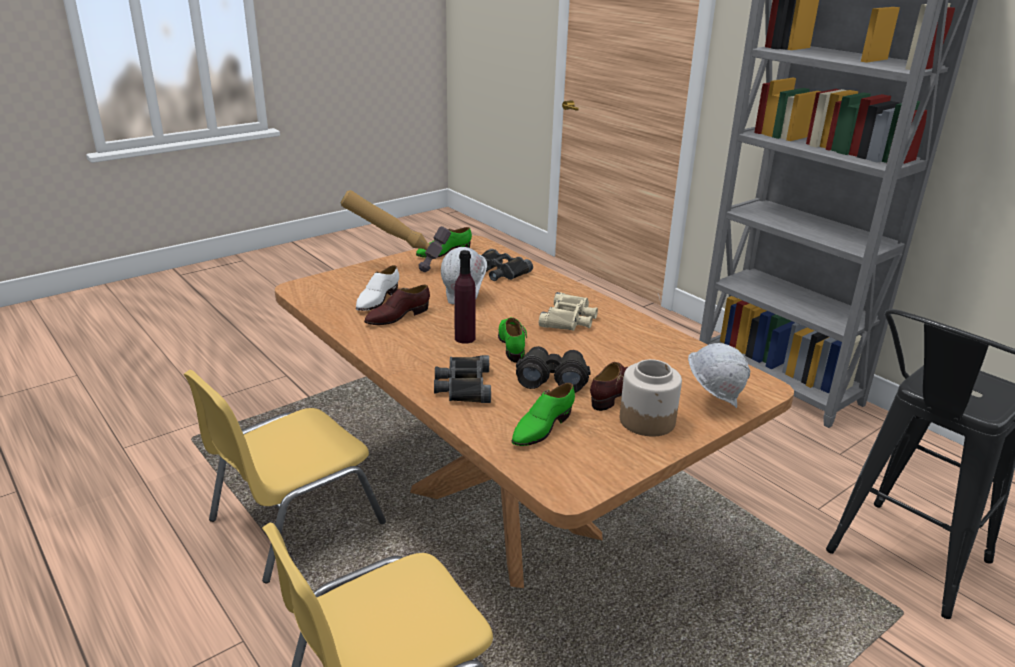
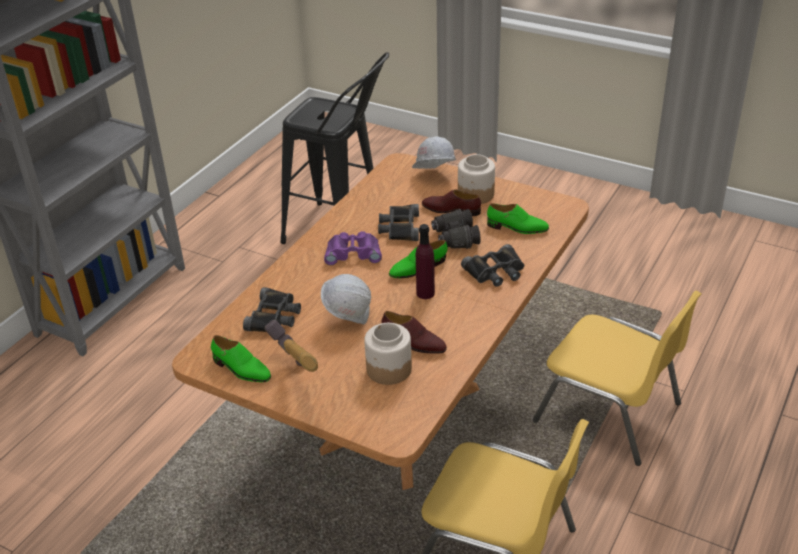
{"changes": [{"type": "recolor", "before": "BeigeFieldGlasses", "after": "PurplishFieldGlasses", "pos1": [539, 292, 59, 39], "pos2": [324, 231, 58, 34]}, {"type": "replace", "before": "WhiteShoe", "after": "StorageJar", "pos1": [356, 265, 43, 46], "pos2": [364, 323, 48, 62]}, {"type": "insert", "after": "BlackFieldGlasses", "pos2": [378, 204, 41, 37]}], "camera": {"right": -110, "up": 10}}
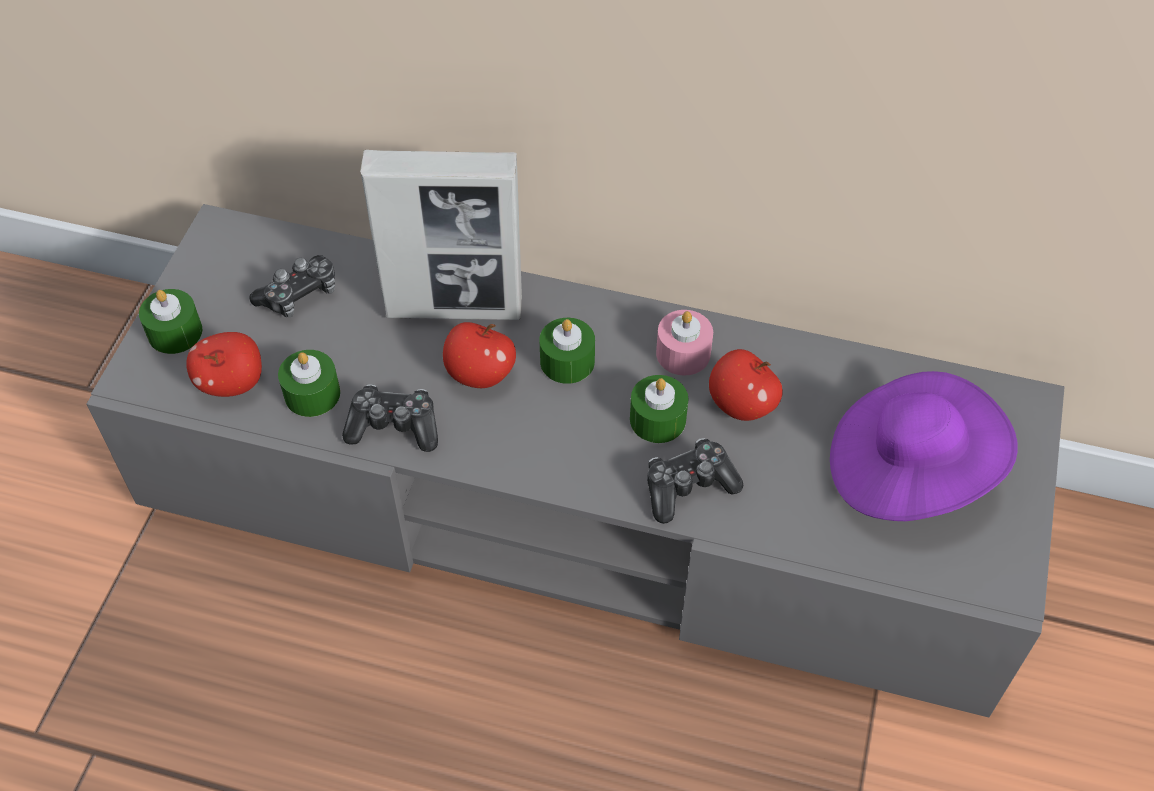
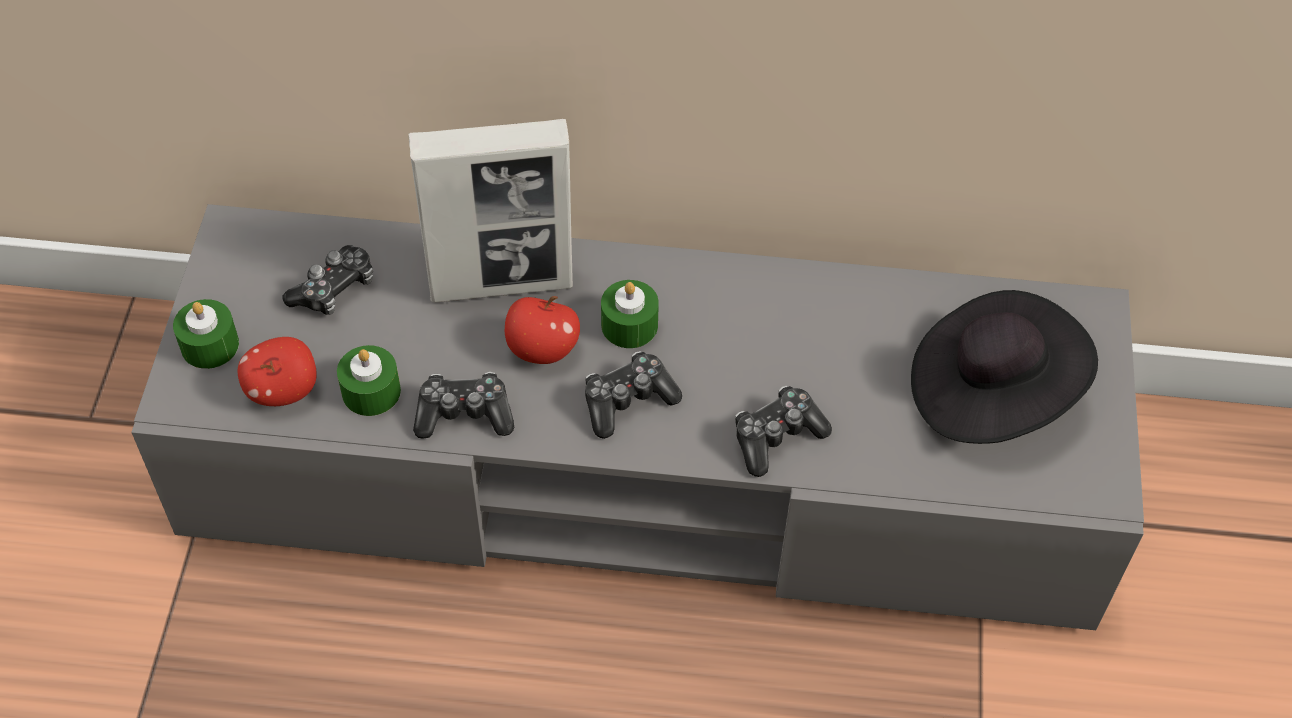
{"changes": [{"type": "insert", "after": "GameController", "pos2": [585, 351, 97, 88]}, {"type": "recolor", "before": "PurplishWearableHat", "after": "BlackWearableHat", "pos1": [830, 371, 188, 150], "pos2": [911, 290, 187, 154]}, {"type": "delete", "before": "GreenishWaxCandle", "pos1": [630, 375, 59, 68]}, {"type": "delete", "before": "PinkColouredWaxCandle", "pos1": [656, 310, 57, 65]}, {"type": "delete", "before": "Apple", "pos1": [709, 349, 74, 72]}], "camera": {"right": -10, "up": 0}}
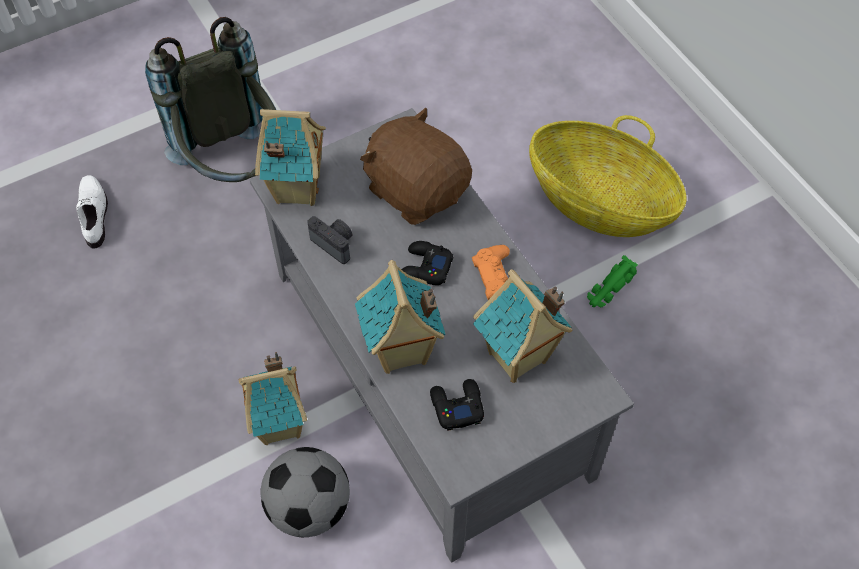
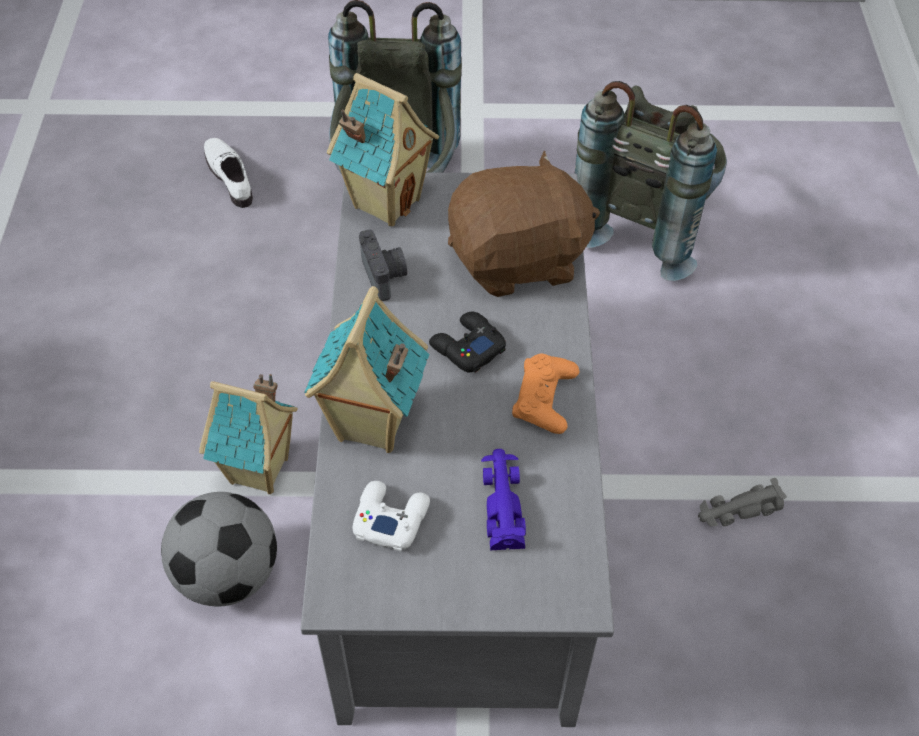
{"changes": [{"type": "rotate", "before": "WhiteShoe", "pos1": [76, 175, 32, 73], "pos2": [204, 138, 49, 70], "turn": -45}, {"type": "recolor", "before": "BlackGameController", "after": "WhiteGameController", "pos1": [430, 379, 54, 52], "pos2": [353, 481, 77, 71]}, {"type": "rotate", "before": "BrownCuddlyToy", "pos1": [360, 108, 112, 117], "pos2": [448, 150, 152, 147], "turn": 90}, {"type": "replace", "before": "ToyHouse", "after": "PurplishMiniatureCar", "pos1": [473, 269, 99, 114], "pos2": [481, 449, 45, 101]}, {"type": "insert", "after": "GreyKnapsack", "pos2": [575, 81, 152, 200]}, {"type": "recolor", "before": "GreenishMiniatureCar", "after": "GreyMiniatureCar", "pos1": [587, 255, 51, 52], "pos2": [698, 478, 89, 49]}, {"type": "delete", "before": "StorageBasket", "pos1": [529, 115, 158, 122]}], "camera": {"right": 30, "up": -5}}
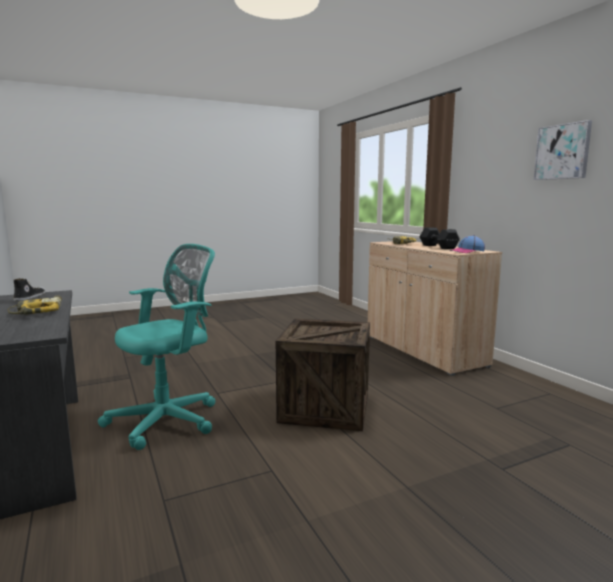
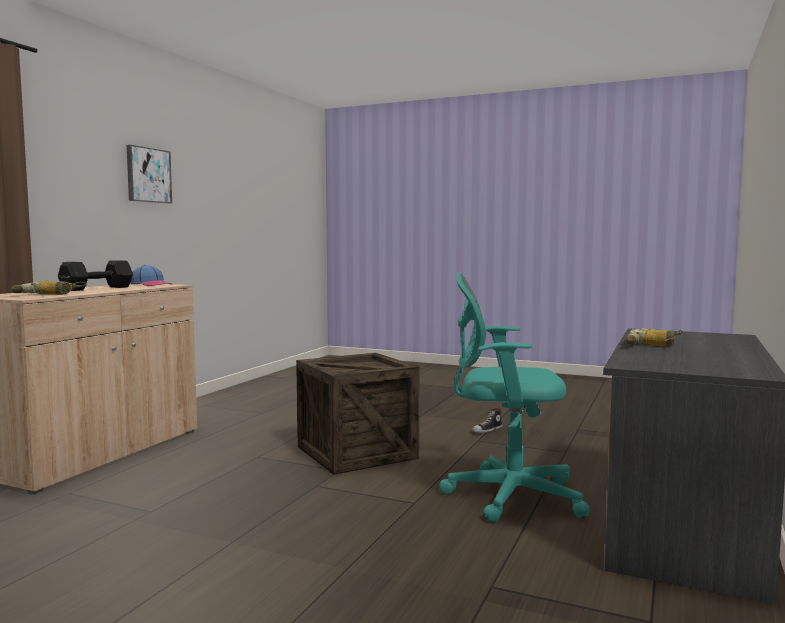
{"changes": [{"type": "move", "before": "Shoe", "pos1": [13, 278, 33, 24], "pos2": [472, 407, 30, 26]}], "camera": {"right": -130, "up": -5}}
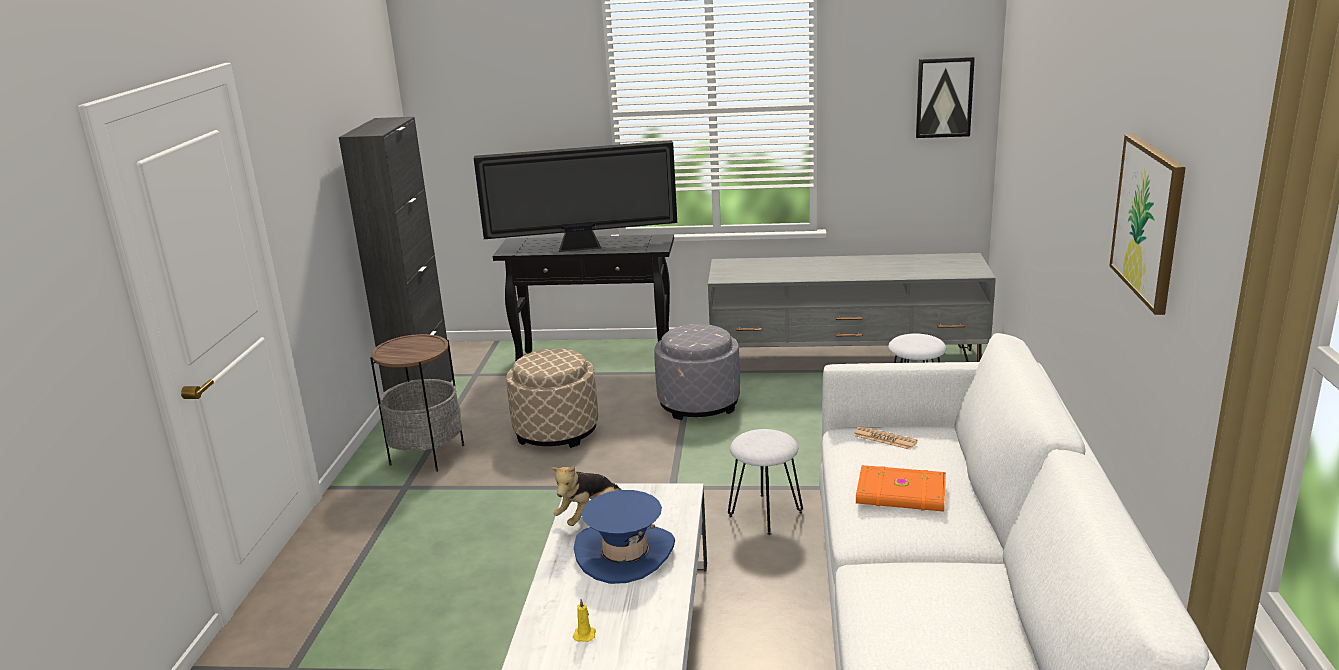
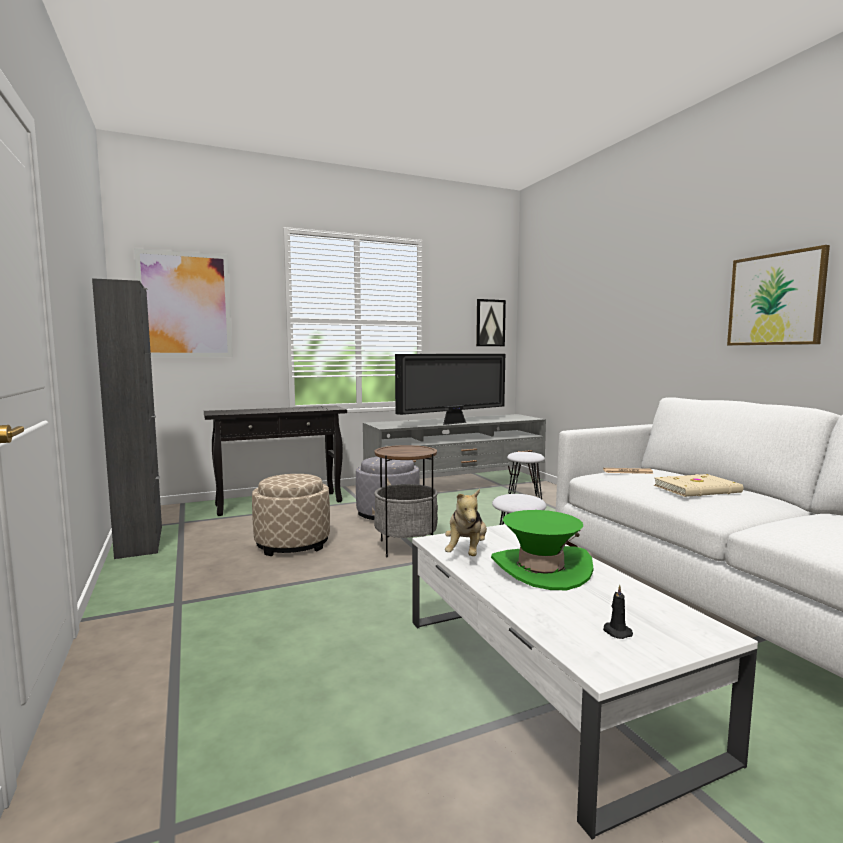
{"changes": [{"type": "insert", "after": "Picture", "pos2": [134, 248, 99, 109]}, {"type": "move", "before": "AccentTable", "pos1": [370, 334, 94, 138], "pos2": [374, 445, 64, 113]}, {"type": "move", "before": "Television", "pos1": [474, 140, 203, 112], "pos2": [395, 354, 110, 71]}, {"type": "recolor", "before": "BlueWearableHat", "after": "GreenishWearableHat", "pos1": [574, 490, 101, 94], "pos2": [491, 510, 103, 80]}, {"type": "recolor", "before": "YellowColouredWaxCandle", "after": "BlackWaxCandle", "pos1": [573, 599, 23, 43], "pos2": [603, 585, 30, 54]}, {"type": "recolor", "before": "OrangeyBook", "after": "BeigeBook", "pos1": [856, 465, 90, 47], "pos2": [654, 474, 89, 23]}], "camera": {"right": -30, "up": -15}}
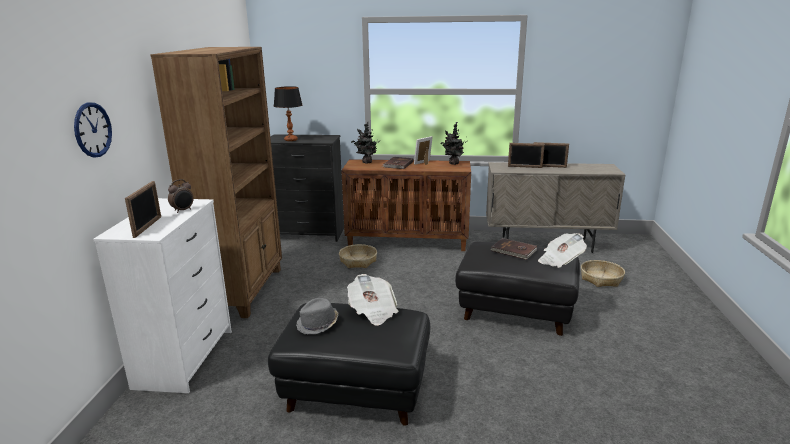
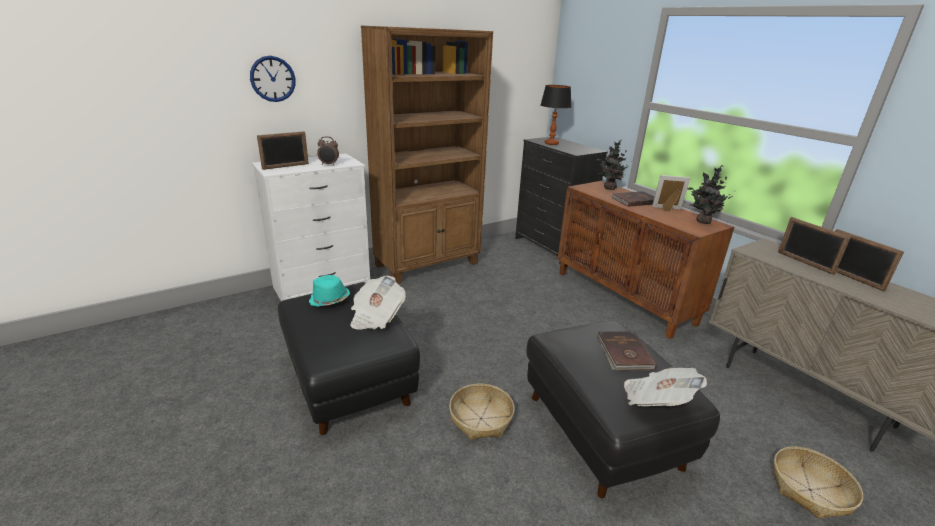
{"changes": [{"type": "recolor", "before": "GreyWearableHat", "after": "TurquoiseWearableHat", "pos1": [296, 298, 42, 36], "pos2": [309, 275, 41, 32]}, {"type": "move", "before": "StorageBasket", "pos1": [339, 244, 38, 24], "pos2": [449, 384, 66, 56]}], "camera": {"right": 50, "up": 5}}
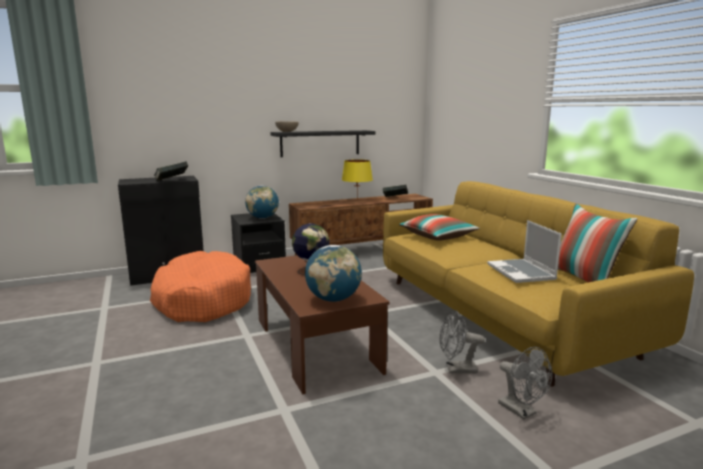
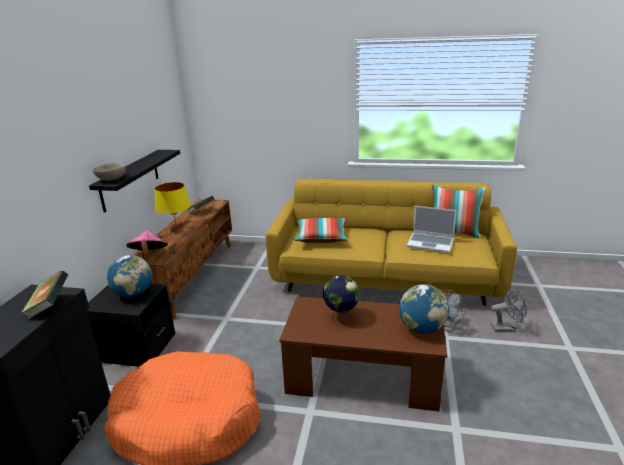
{"changes": [{"type": "insert", "after": "PinkColouredWearableHat", "pos2": [126, 230, 42, 28]}], "camera": {"right": -55, "up": 10}}
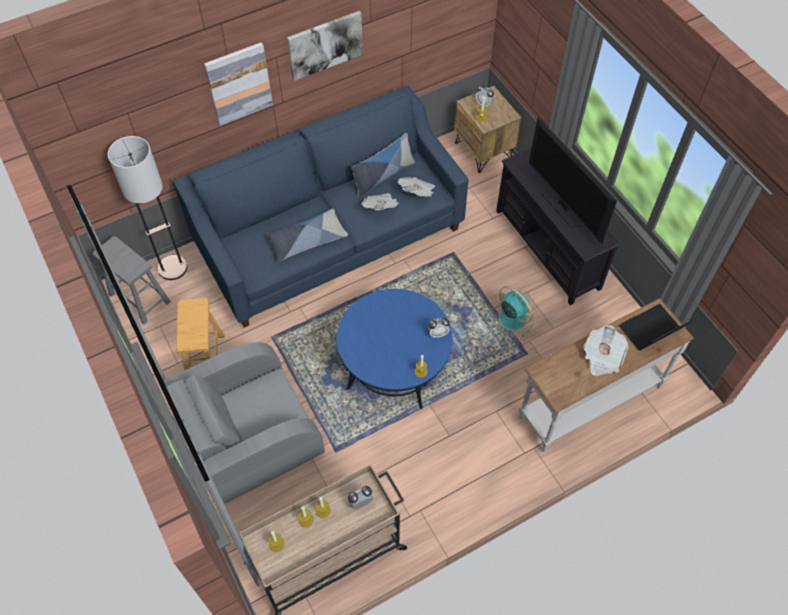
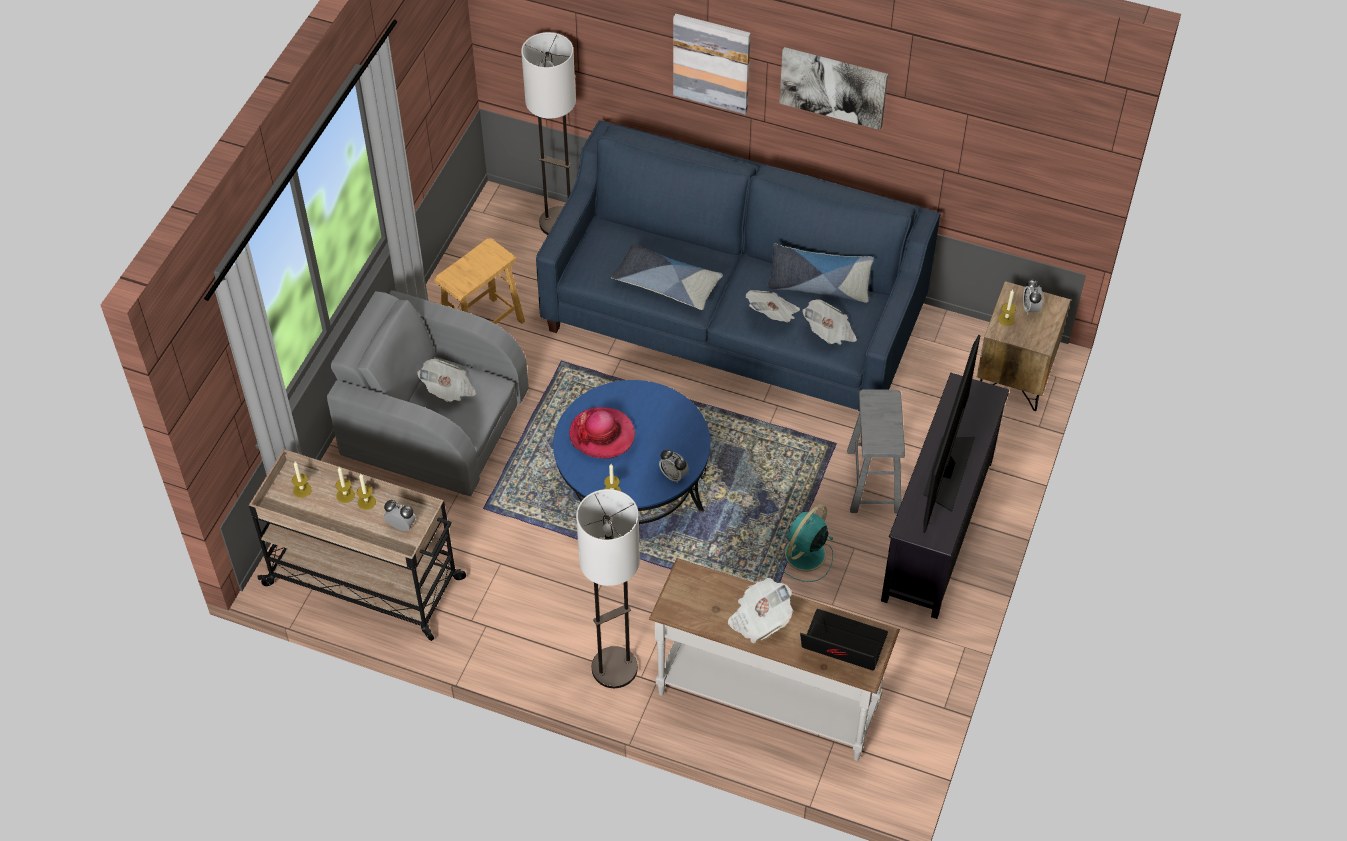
{"changes": [{"type": "insert", "after": "Newspaper", "pos2": [417, 359, 59, 43]}, {"type": "insert", "after": "WearableHat", "pos2": [569, 407, 66, 52]}, {"type": "insert", "after": "FloorLamp", "pos2": [576, 489, 64, 199]}, {"type": "rotate", "before": "TurquoiseFan", "pos1": [490, 286, 44, 51], "pos2": [776, 504, 58, 78], "turn": -150}, {"type": "move", "before": "GreyStool", "pos1": [92, 236, 79, 88], "pos2": [847, 389, 58, 124]}], "camera": {"right": 50, "up": -5}}
